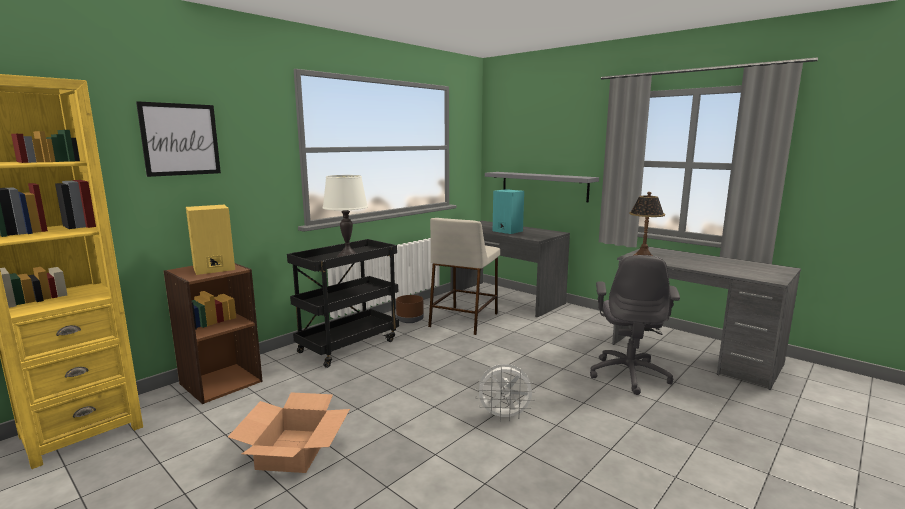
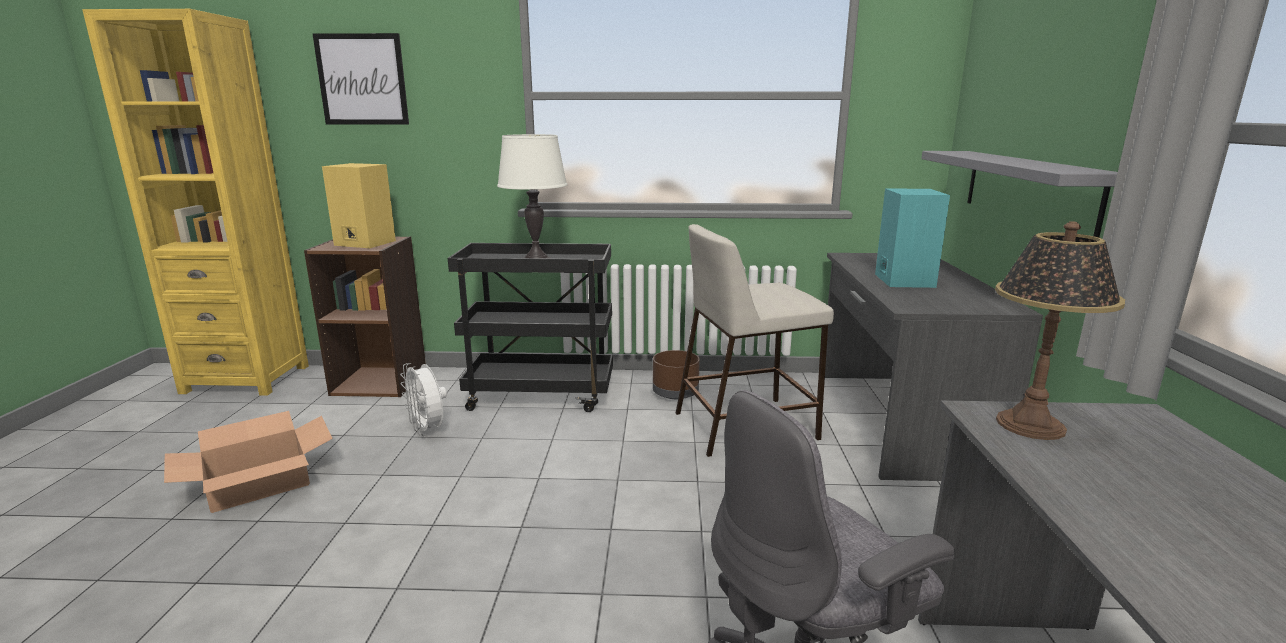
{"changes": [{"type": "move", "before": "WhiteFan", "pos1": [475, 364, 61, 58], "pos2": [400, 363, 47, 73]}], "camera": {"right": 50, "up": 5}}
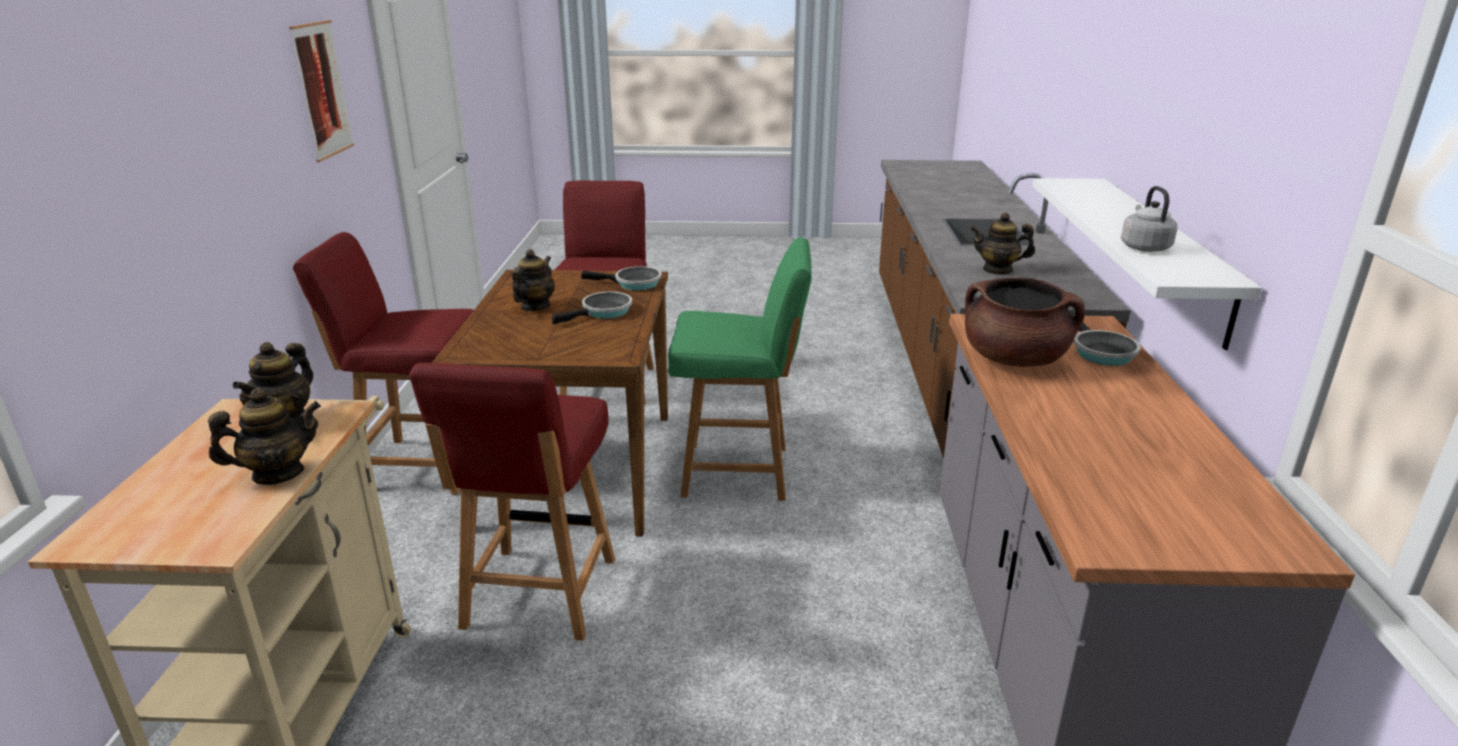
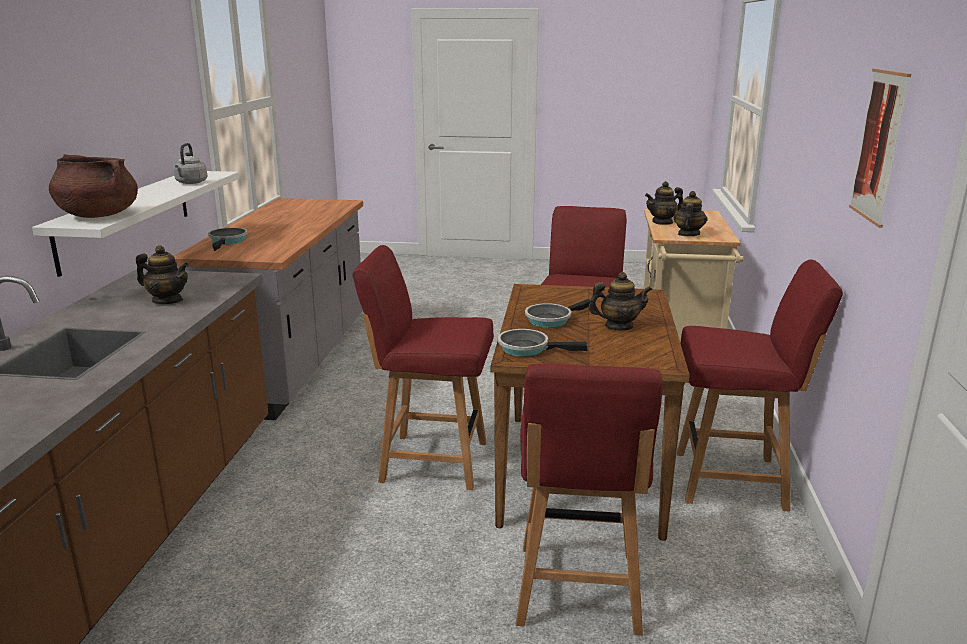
{"changes": [{"type": "move", "before": "BrownStockpot", "pos1": [965, 277, 120, 90], "pos2": [49, 154, 89, 64]}, {"type": "recolor", "before": "GreenishPlainChair", "after": "RedPlainChair", "pos1": [668, 237, 144, 264], "pos2": [353, 245, 141, 245]}, {"type": "rotate", "before": "Teapot", "pos1": [512, 249, 43, 62], "pos2": [588, 272, 64, 58], "turn": -120}], "camera": {"right": -175, "up": -5}}
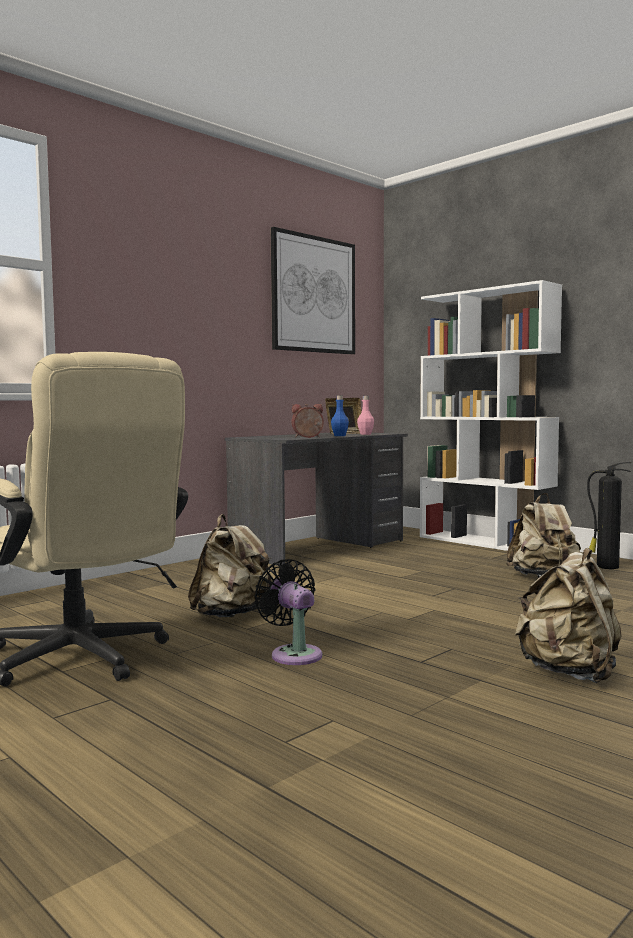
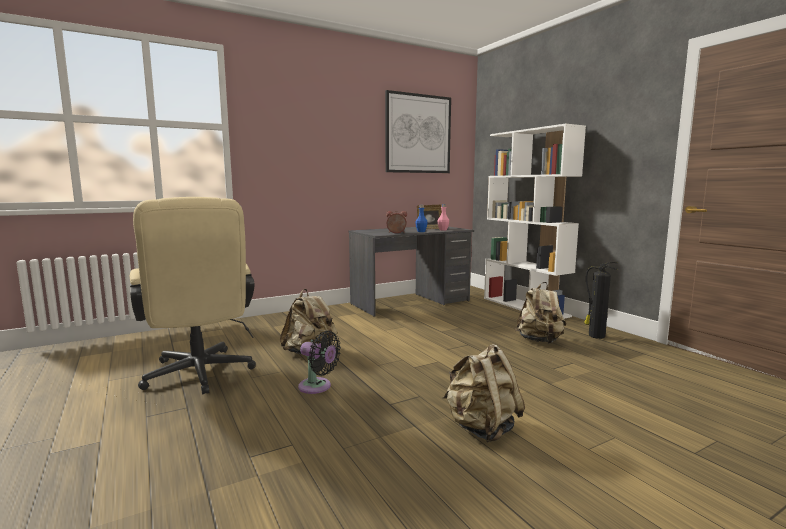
{"changes": [{"type": "rotate", "before": "BlackFan", "pos1": [254, 559, 68, 106], "pos2": [298, 331, 43, 63], "turn": 135}], "camera": {"right": 15, "up": 5}}
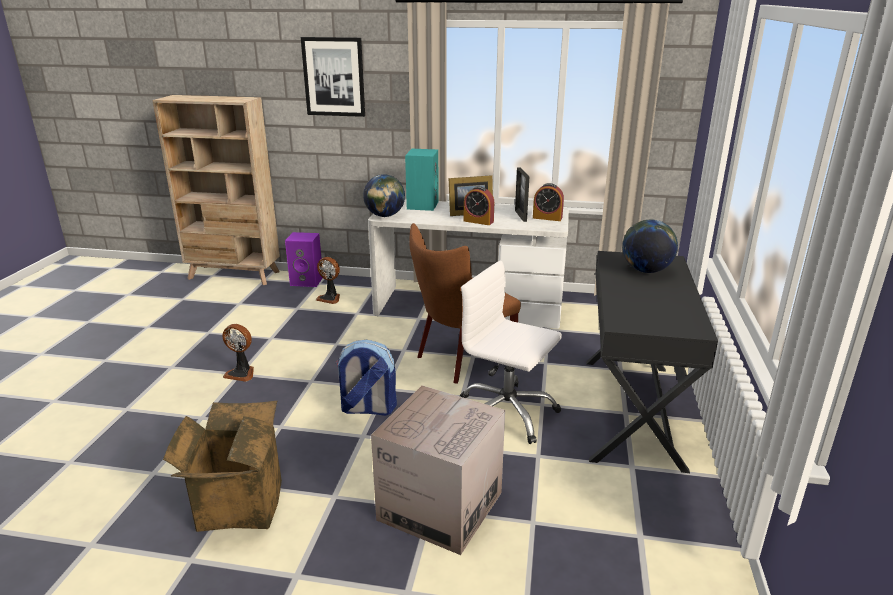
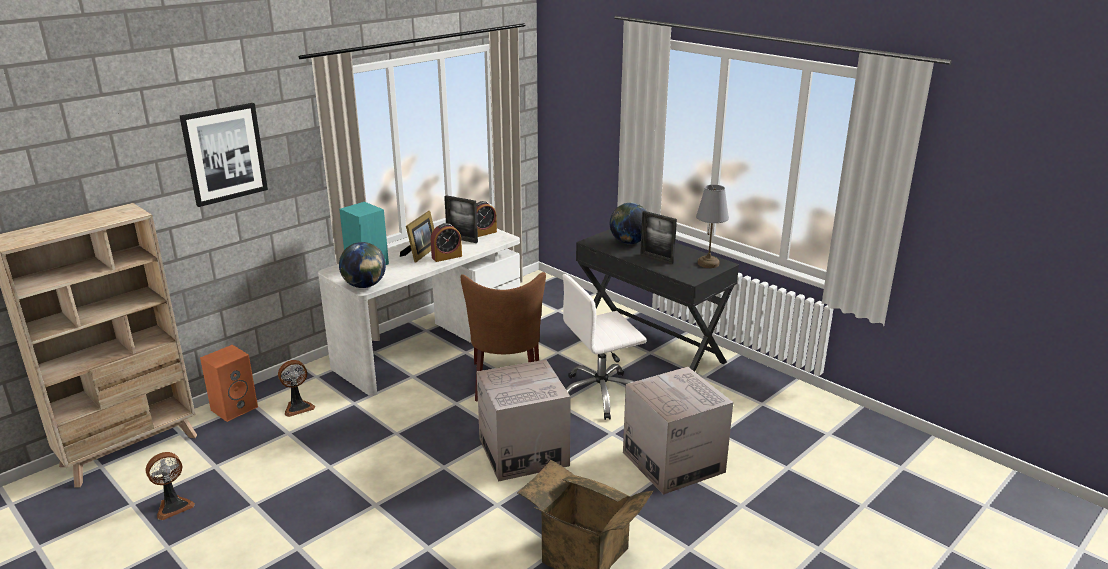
{"changes": [{"type": "move", "before": "Fan", "pos1": [222, 324, 32, 58], "pos2": [146, 452, 49, 68]}, {"type": "recolor", "before": "PurplishAudioSpeaker", "after": "OrangeyAudioSpeaker", "pos1": [285, 232, 38, 55], "pos2": [200, 345, 58, 77]}, {"type": "replace", "before": "Knapsack", "after": "PackingBox", "pos1": [336, 340, 61, 76], "pos2": [477, 360, 94, 122]}, {"type": "insert", "after": "PictureFrame", "pos2": [640, 211, 37, 53]}, {"type": "insert", "after": "GreyLampForATable", "pos2": [696, 185, 33, 83]}], "camera": {"right": -55, "up": 0}}
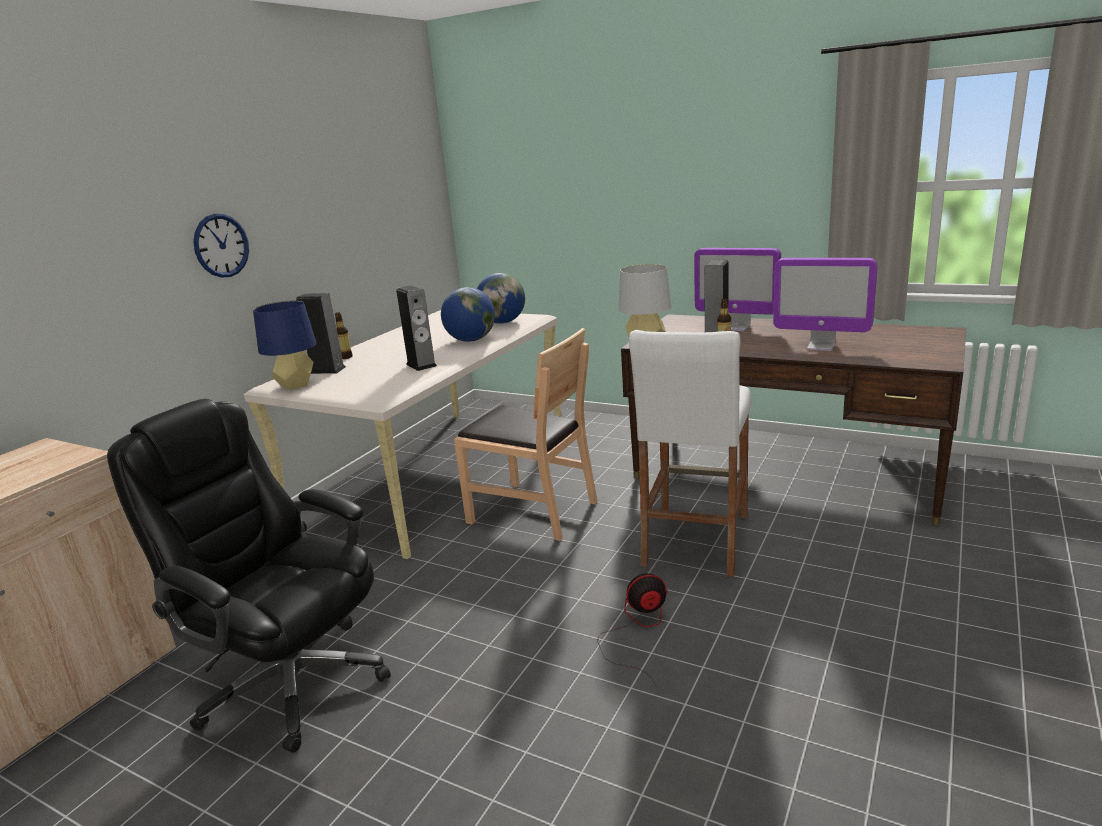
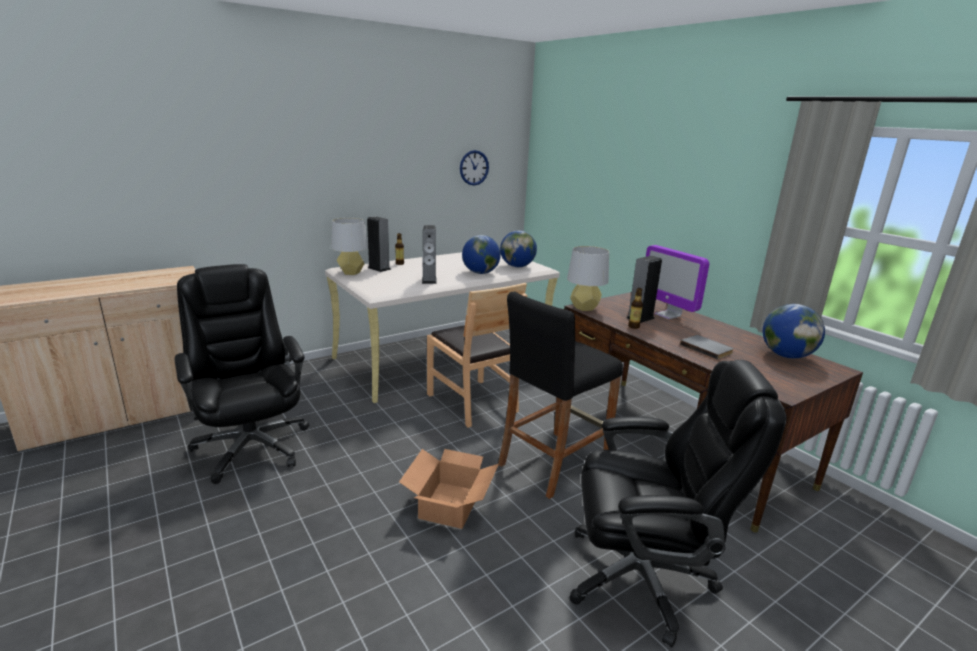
{"changes": [{"type": "recolor", "before": "BlueLampForATable", "after": "GreyLampForATable", "pos1": [253, 300, 63, 90], "pos2": [331, 218, 37, 57]}, {"type": "replace", "before": "Fan", "after": "PackingBox", "pos1": [597, 573, 71, 113], "pos2": [399, 449, 100, 80]}, {"type": "move", "before": "WallClock", "pos1": [193, 214, 56, 64], "pos2": [460, 150, 29, 36]}, {"type": "recolor", "before": "WhiteStool", "after": "BlackStool", "pos1": [629, 330, 122, 247], "pos2": [498, 291, 125, 208]}, {"type": "insert", "after": "BlackOfficeChair", "pos2": [569, 360, 217, 288]}, {"type": "replace", "before": "Monitor", "after": "GreyBook", "pos1": [773, 258, 105, 93], "pos2": [680, 335, 54, 25]}, {"type": "insert", "after": "Globe", "pos2": [763, 304, 62, 54]}], "camera": {"right": 25, "up": 0}}
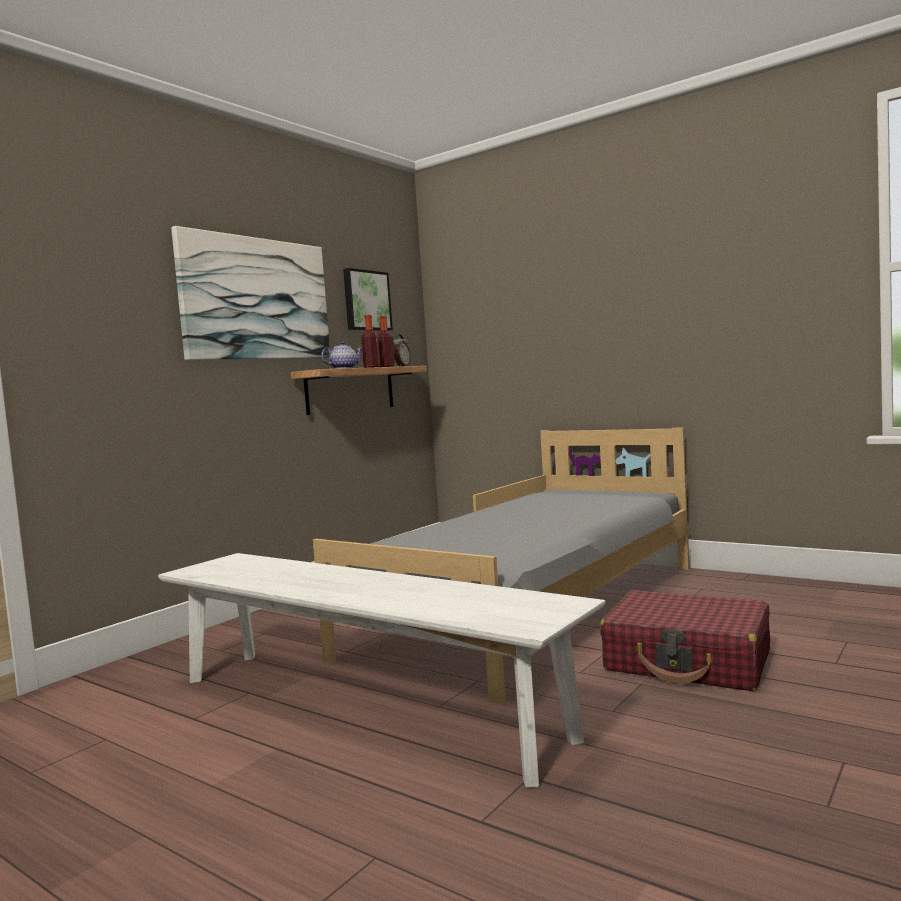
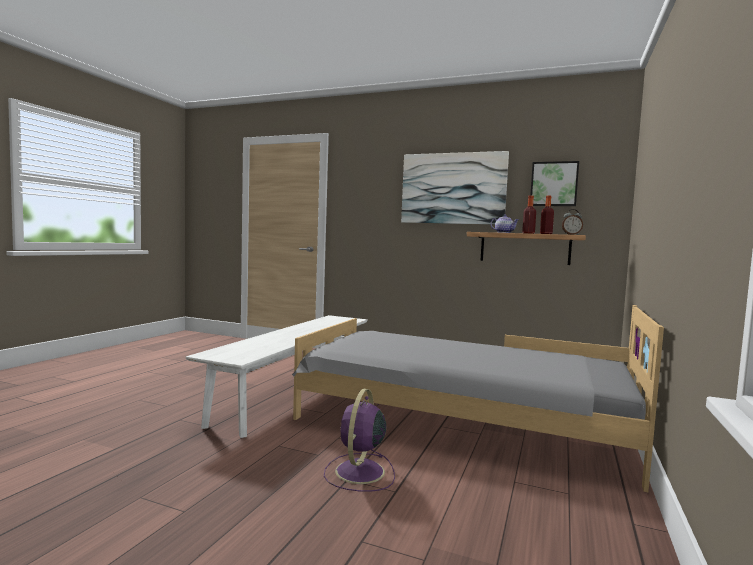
{"changes": [{"type": "replace", "before": "RedPieceOfLuggage", "after": "PurplishFan", "pos1": [600, 590, 170, 101], "pos2": [324, 389, 71, 103]}], "camera": {"right": 75, "up": 0}}
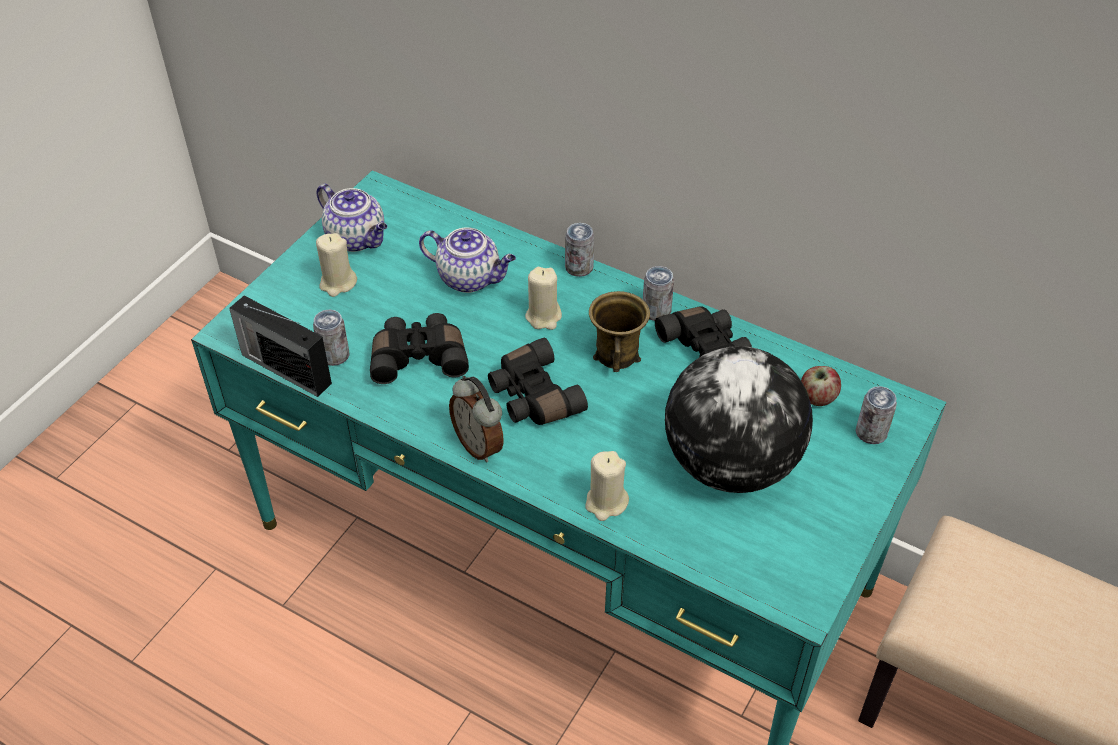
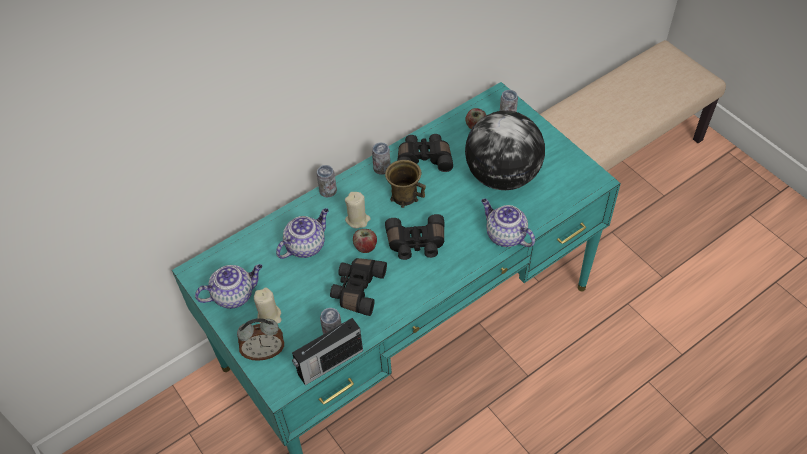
{"changes": [{"type": "move", "before": "TableClock", "pos1": [449, 376, 55, 86], "pos2": [237, 318, 47, 43]}, {"type": "insert", "after": "Apple", "pos2": [353, 229, 24, 24]}, {"type": "replace", "before": "BeigeWaxCandle", "after": "Teapot", "pos1": [585, 451, 44, 70], "pos2": [481, 199, 54, 48]}], "camera": {"right": -65, "up": 5}}
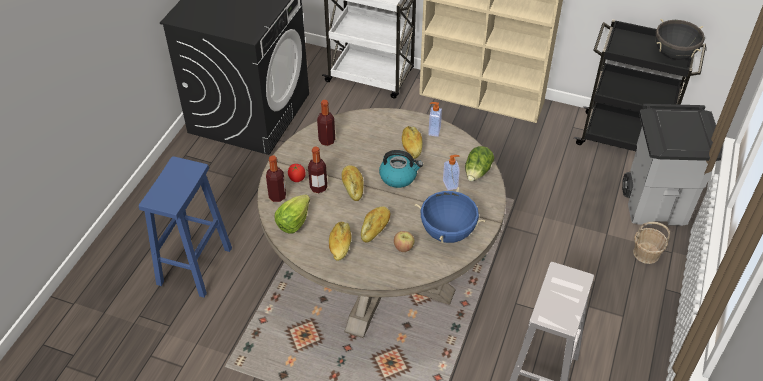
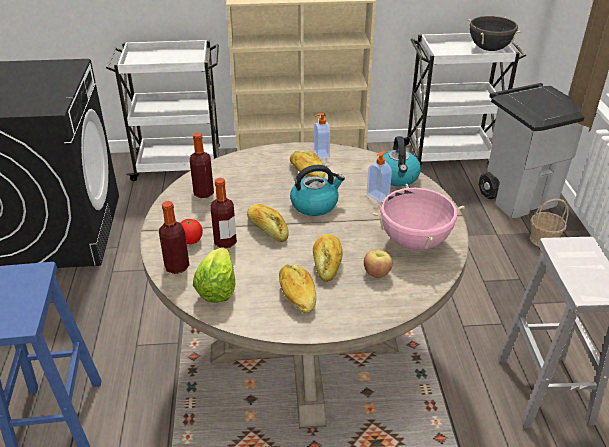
{"changes": [{"type": "recolor", "before": "BlueStockpot", "after": "PinkColouredStockpot", "pos1": [415, 187, 70, 56], "pos2": [372, 184, 93, 66]}, {"type": "replace", "before": "LettuceHead", "after": "TeaKettle", "pos1": [465, 146, 29, 35], "pos2": [376, 136, 45, 50]}, {"type": "recolor", "before": "BlackWheeledCart", "after": "WhiteWheeledCart", "pos1": [574, 19, 132, 132], "pos2": [404, 33, 122, 132]}], "camera": {"right": -25, "up": -10}}
